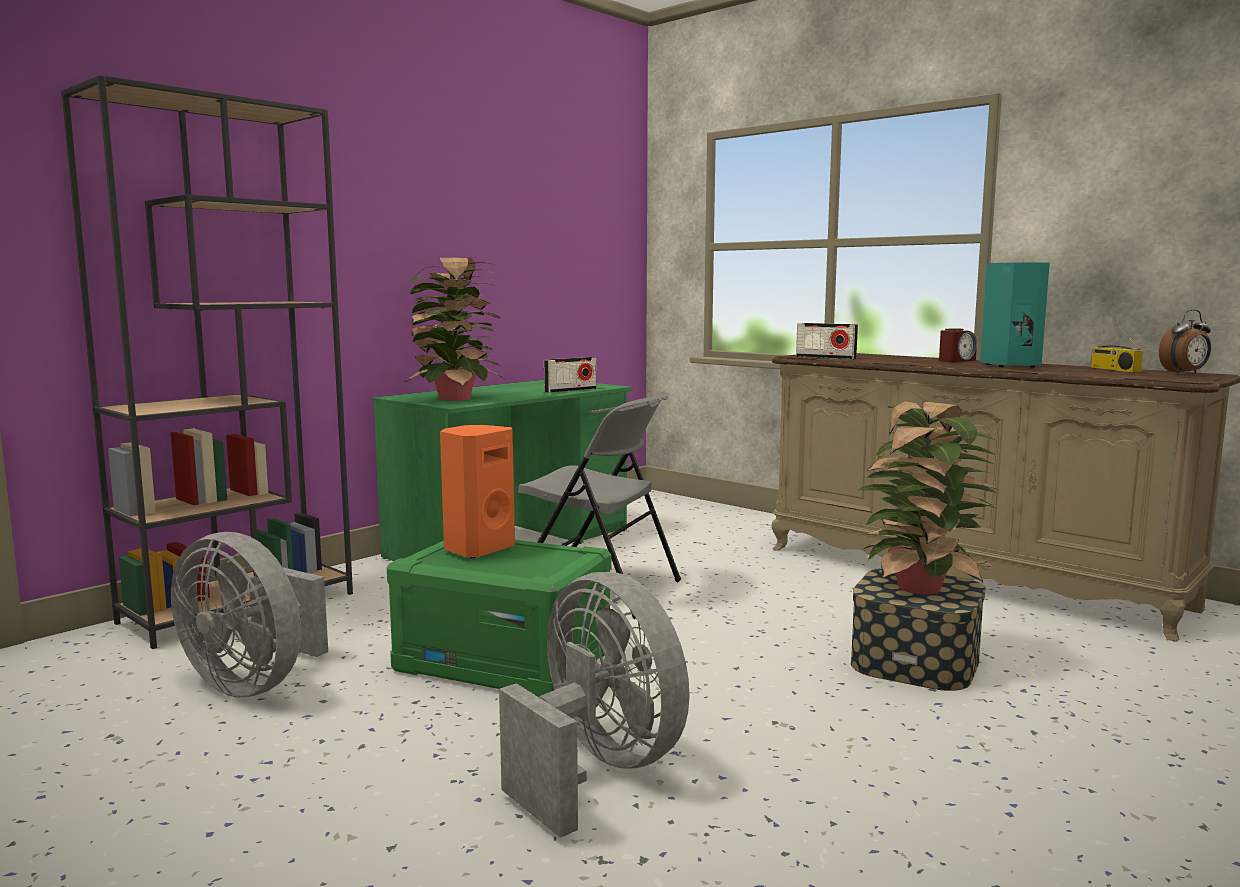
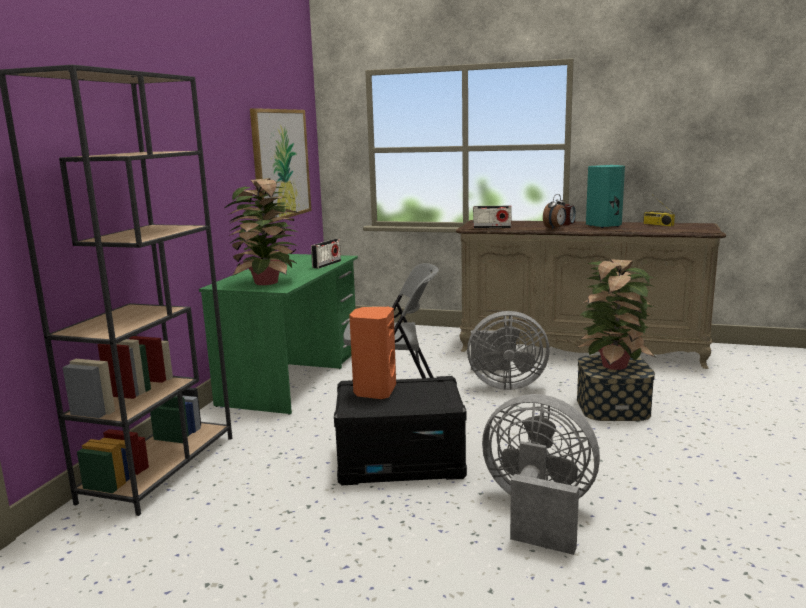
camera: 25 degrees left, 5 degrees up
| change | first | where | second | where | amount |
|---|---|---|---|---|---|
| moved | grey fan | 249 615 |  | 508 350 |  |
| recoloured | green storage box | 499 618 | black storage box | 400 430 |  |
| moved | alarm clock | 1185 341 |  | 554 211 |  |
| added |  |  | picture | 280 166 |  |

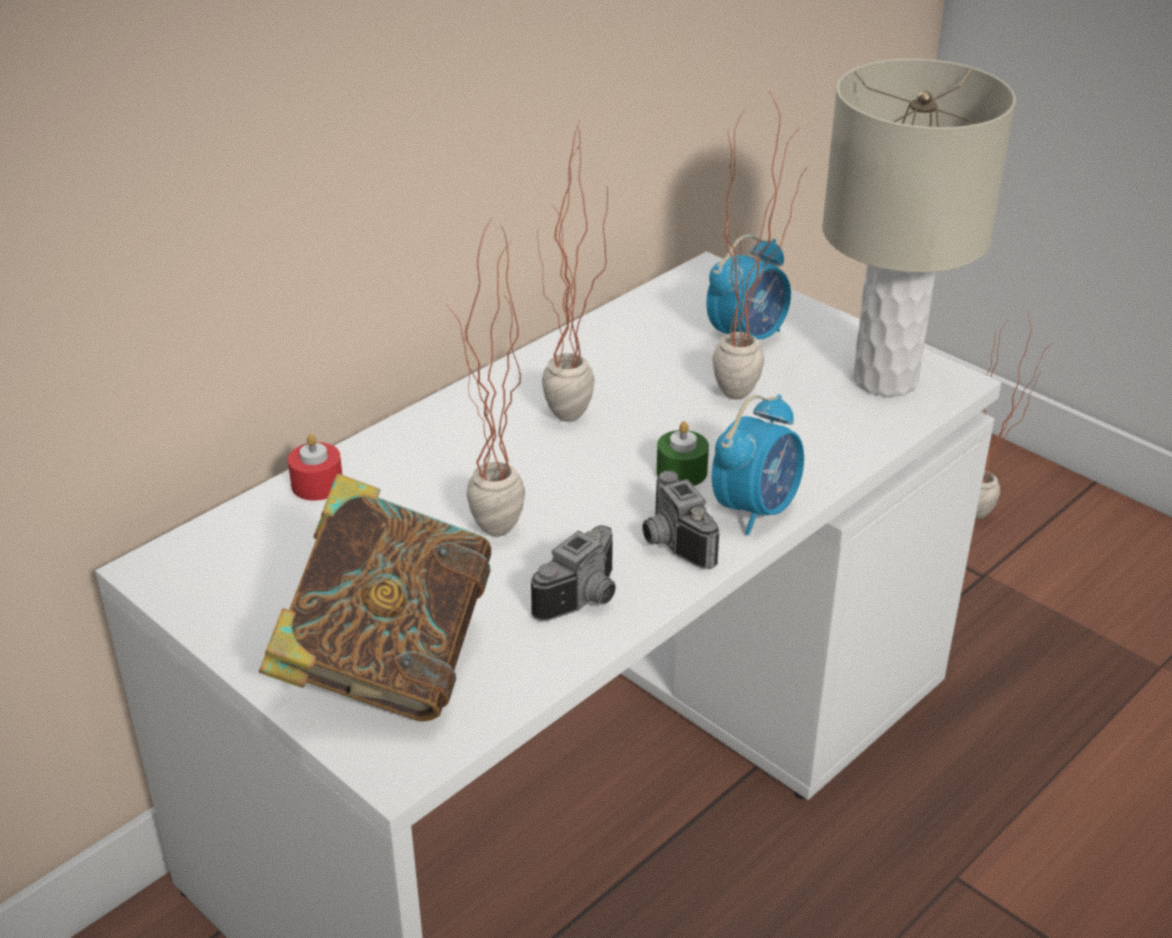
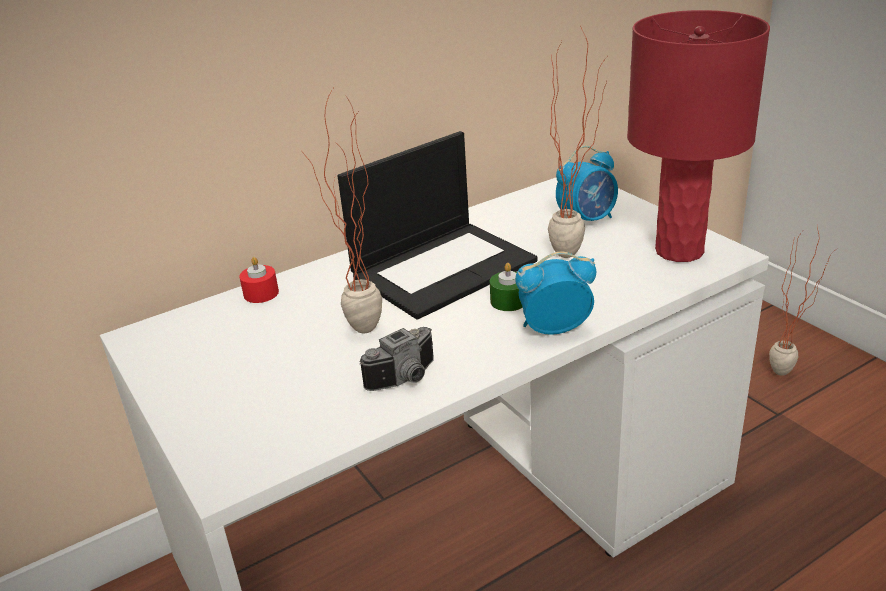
camera: 15 degrees right, 5 degrees down
| change | first | where | second | where | amount |
|---|---|---|---|---|---|
| removed | book | 375 597 |  |  |  |
| replaced | potted plant | 572 271 | laptop | 437 225 |  |
| removed | photo camera | 680 520 |  |  |  |
| turned | alarm clock | 758 465 |  | 555 293 | 150 degrees counterclockwise |
| recoloured | beige table lamp | 919 227 | red table lamp | 698 136 |  |

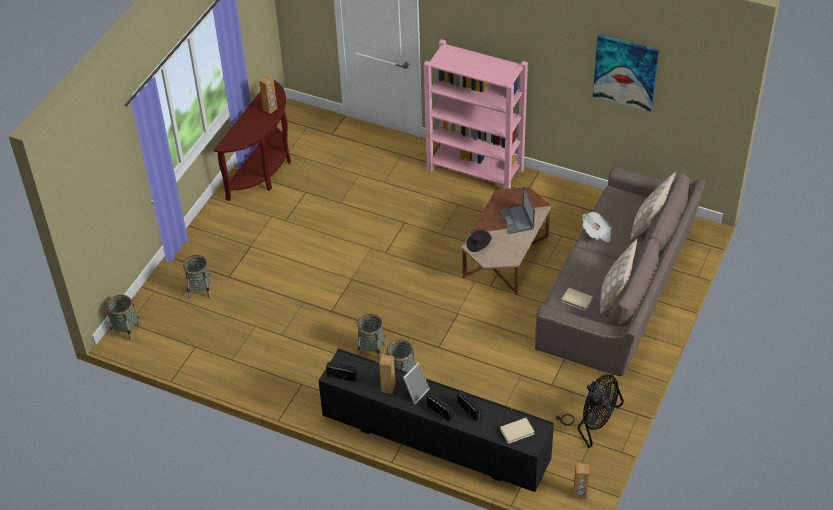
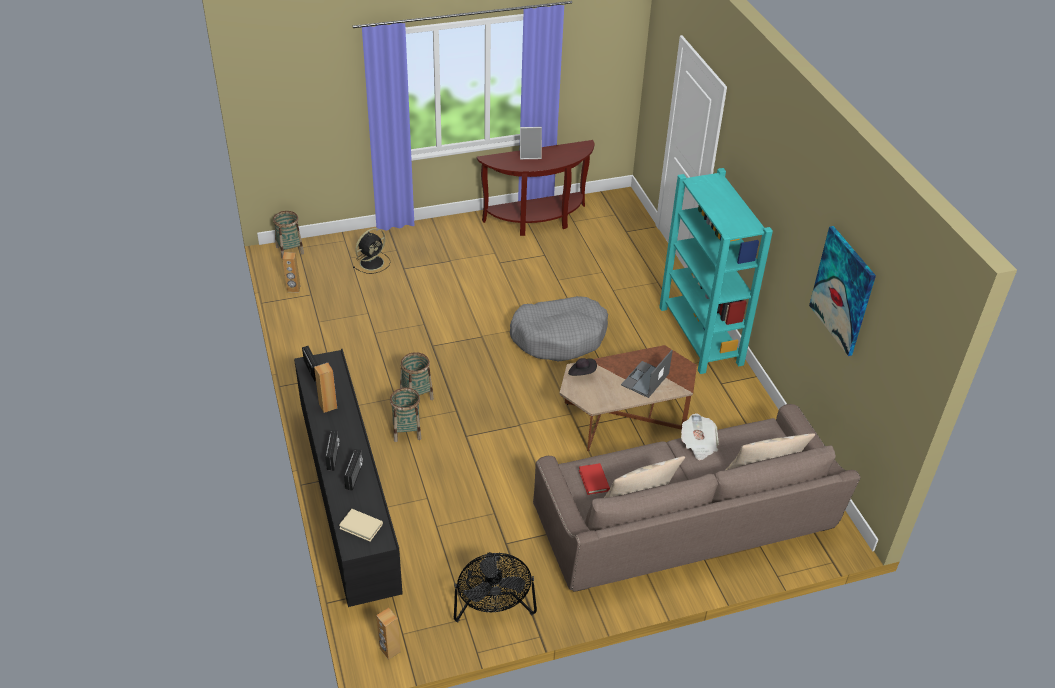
camera: 45 degrees right, 5 degrees down
| change | first | where | second | where | amount |
|---|---|---|---|---|---|
| replaced | basket | 197 277 | black fan | 371 251 |  |
| moved | brown speaker | 268 95 |  | 291 272 |  |
| moved | picture frame | 416 383 |  | 531 143 |  |
| recoloured | pink bookcase | 476 114 | turquoise bookcase | 716 271 |  |
| recoloured | beige book | 577 299 | red book | 594 479 |  |
| added |  |  | grey dog bed | 559 329 |  |

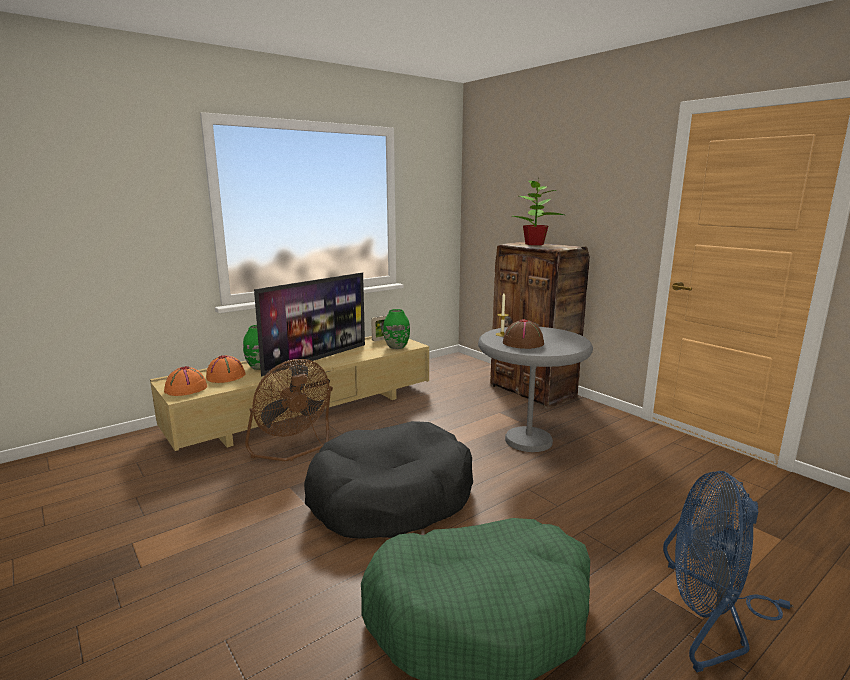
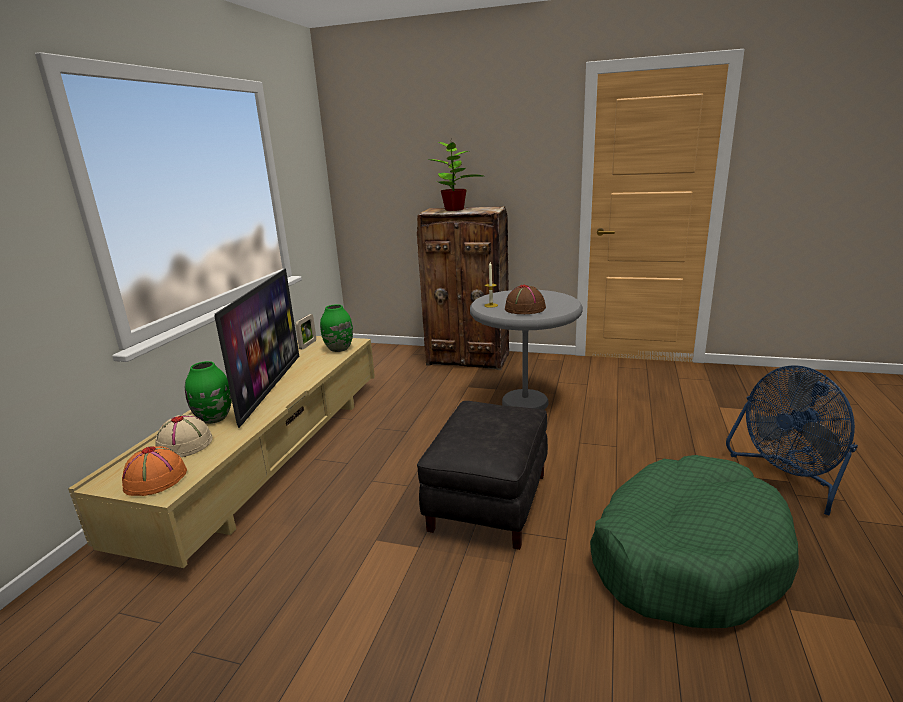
camera: 35 degrees left, 5 degrees up
| change | first | where | second | where | amount |
|---|---|---|---|---|---|
| recoloured | orange hat | 226 369 | beige hat | 184 436 |  |
| removed | brown fan | 289 410 |  |  |  |
| replaced | black dog bed | 388 480 | black ottoman | 482 475 |  |

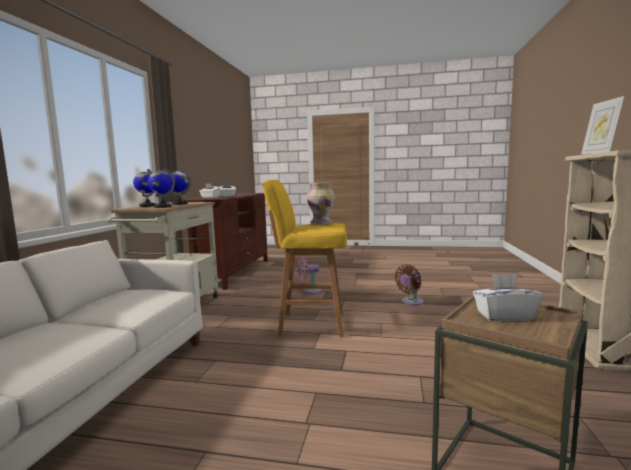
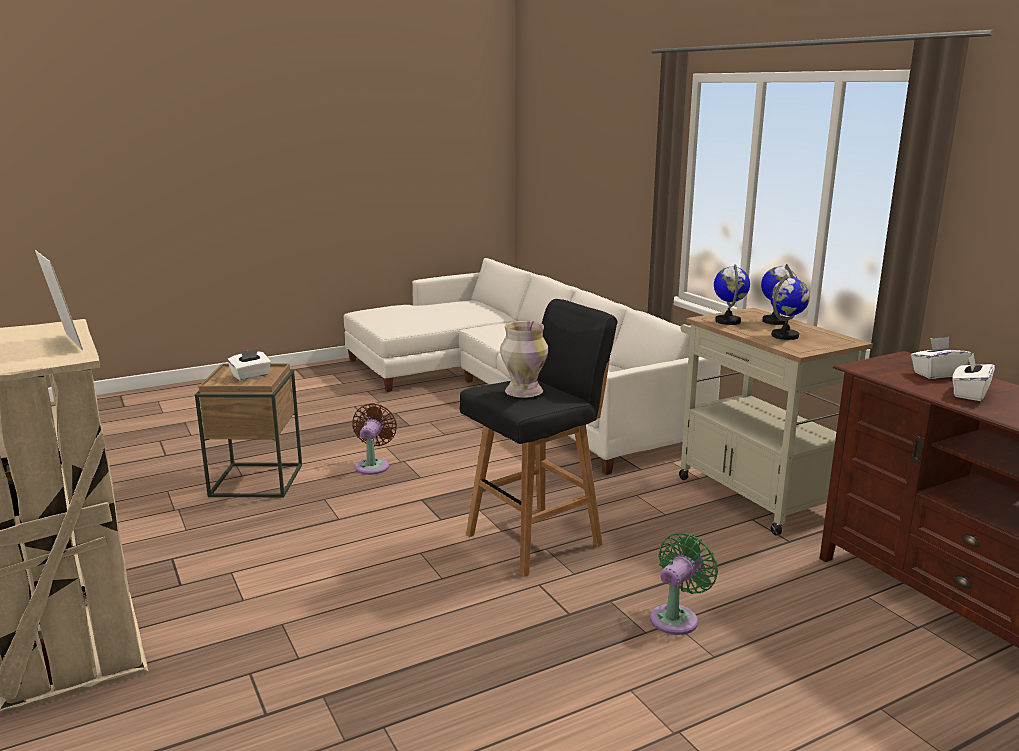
camera: 140 degrees right, 10 degrees up
| change | first | where | second | where | amount |
|---|---|---|---|---|---|
| recoloured | yellow stool | 305 258 | black stool | 539 438 |  |
| recoloured | pink fan | 310 275 | green fan | 684 584 |  |
| moved | brown fan | 409 284 |  | 374 439 |  |

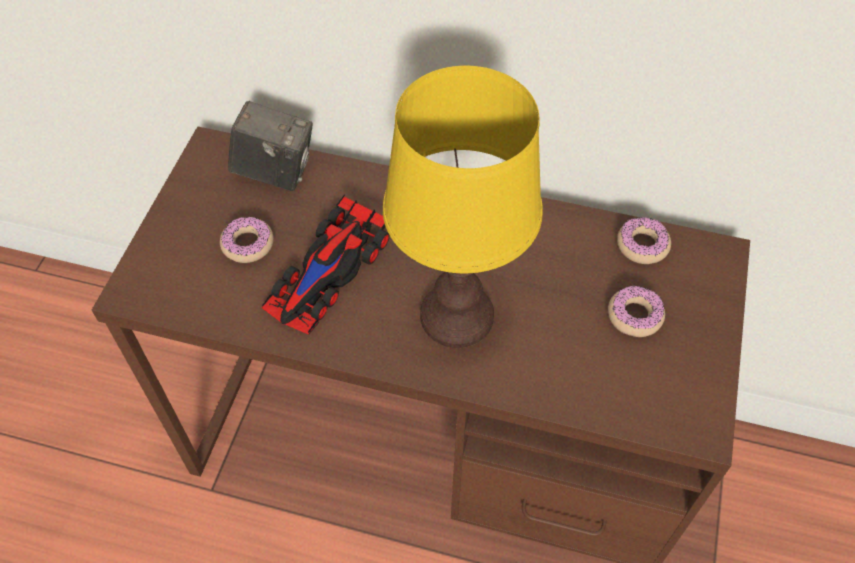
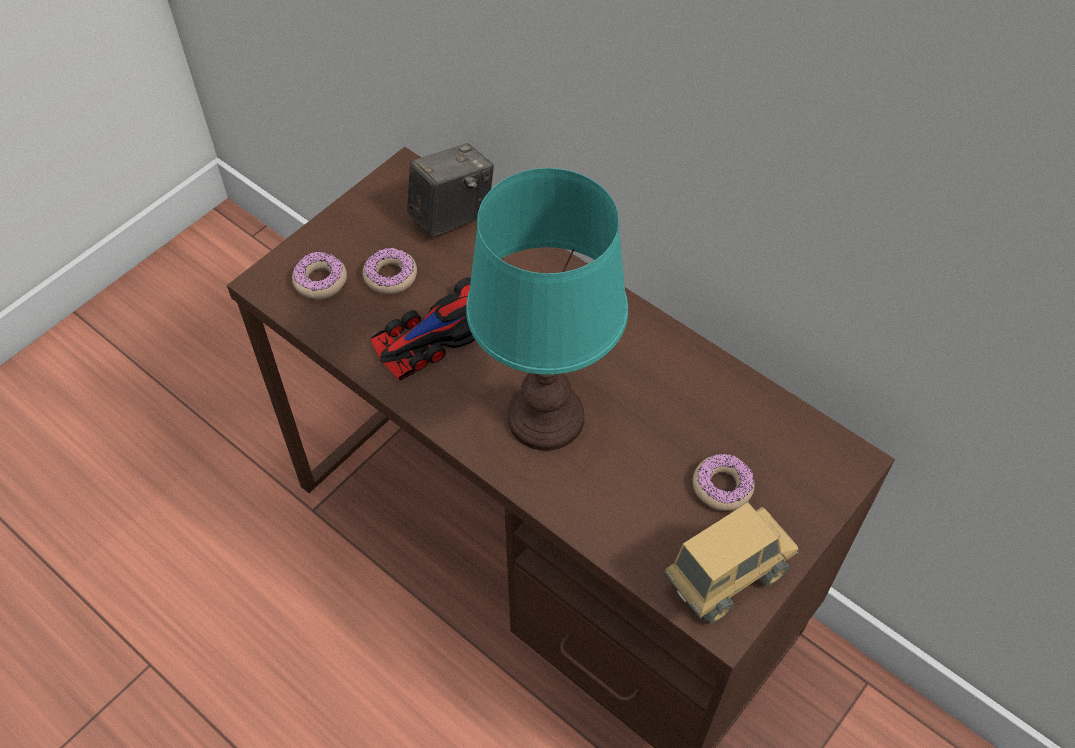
camera: 25 degrees right, 0 degrees up
| change | first | where | second | where | amount |
|---|---|---|---|---|---|
| turned | photo camera | 270 146 |  | 450 190 | 75 degrees counterclockwise |
| recoloured | yellow table lamp | 463 206 | turquoise table lamp | 547 309 |  |
| moved | donut | 644 240 |  | 319 275 |  |
| added |  |  | toy truck | 731 563 |  |

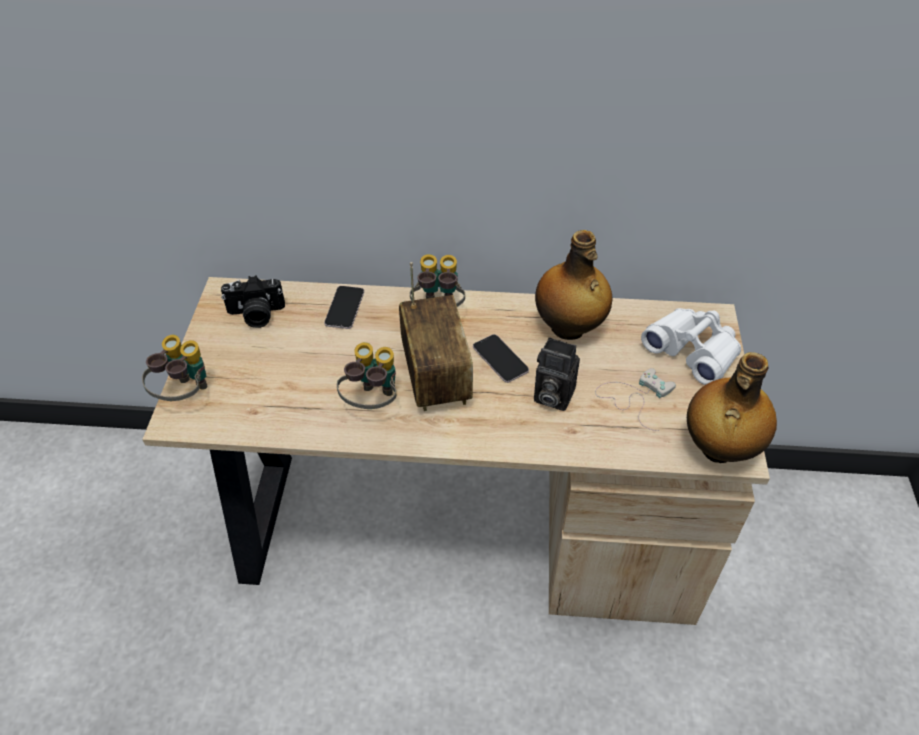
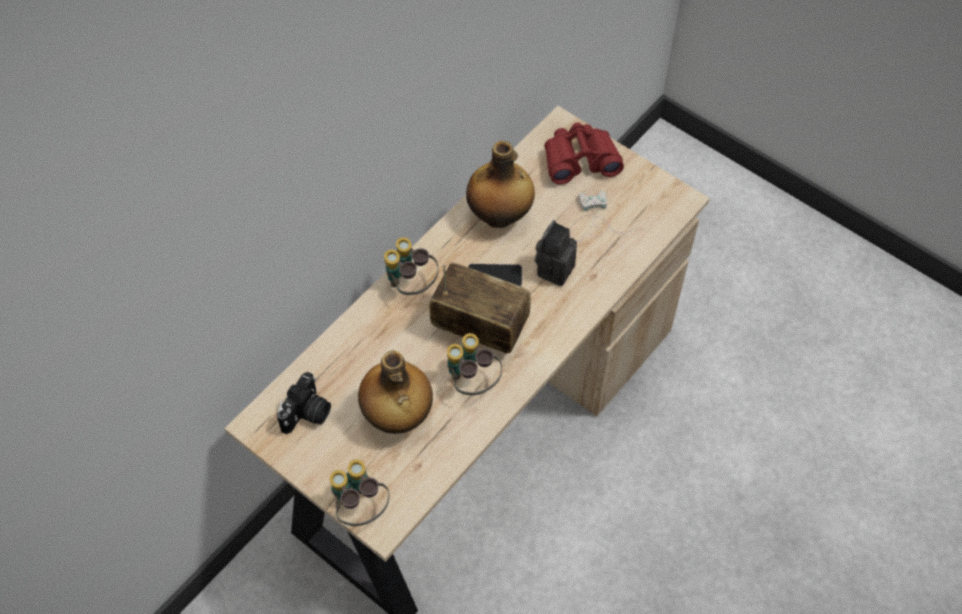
camera: 55 degrees left, 10 degrees up
| change | first | where | second | where | amount |
|---|---|---|---|---|---|
| removed | phone | 344 307 |  |  |  |
| turned | photo camera | 557 374 |  | 556 253 | 150 degrees clockwise |
| recoloured | white binoculars | 691 346 | red binoculars | 584 153 |  |
| moved | bottle | 732 407 |  | 395 392 |  |

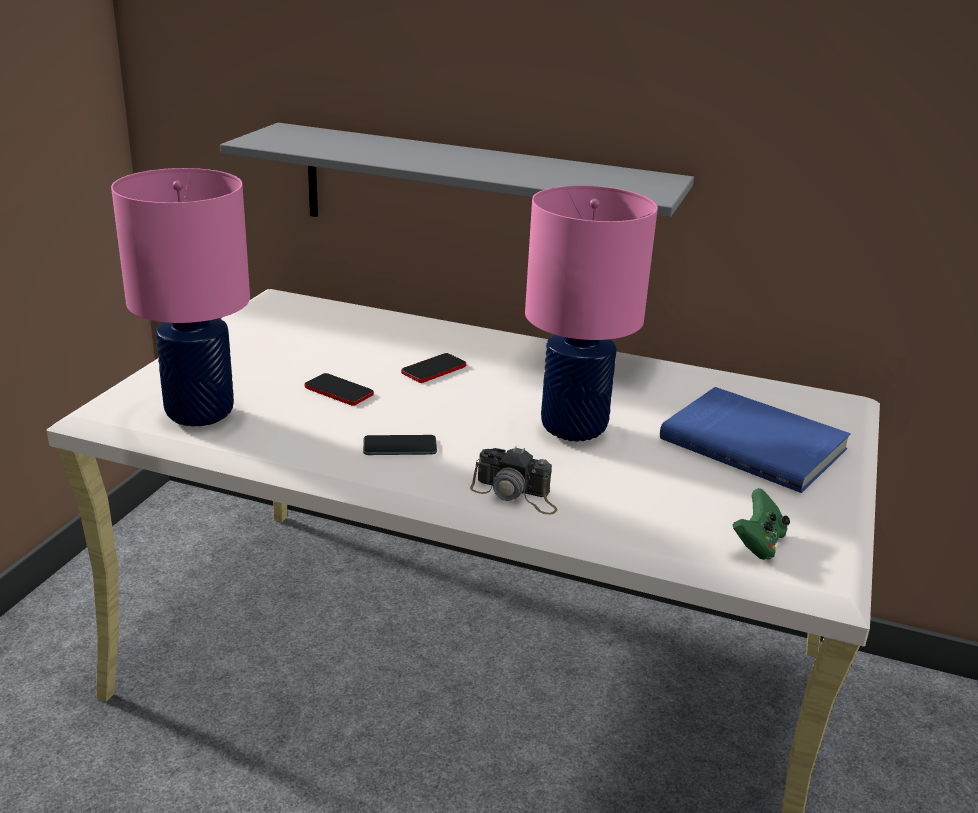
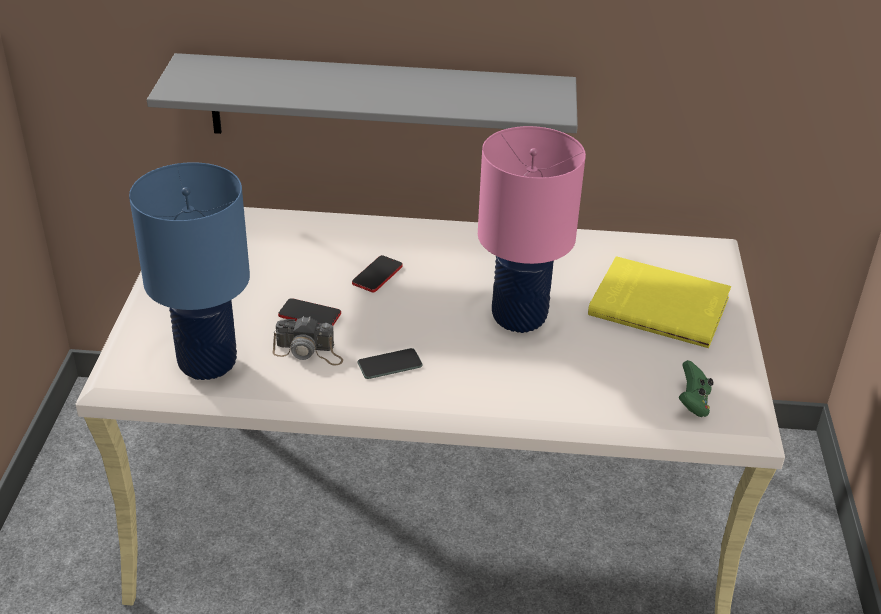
camera: 15 degrees left, 10 degrees up
| change | first | where | second | where | amount |
|---|---|---|---|---|---|
| recoloured | pink table lamp | 180 297 | blue table lamp | 189 271 |  |
| moved | photo camera | 513 480 |  | 308 341 |  |
| recoloured | blue book | 755 440 | yellow book | 659 302 |  |

